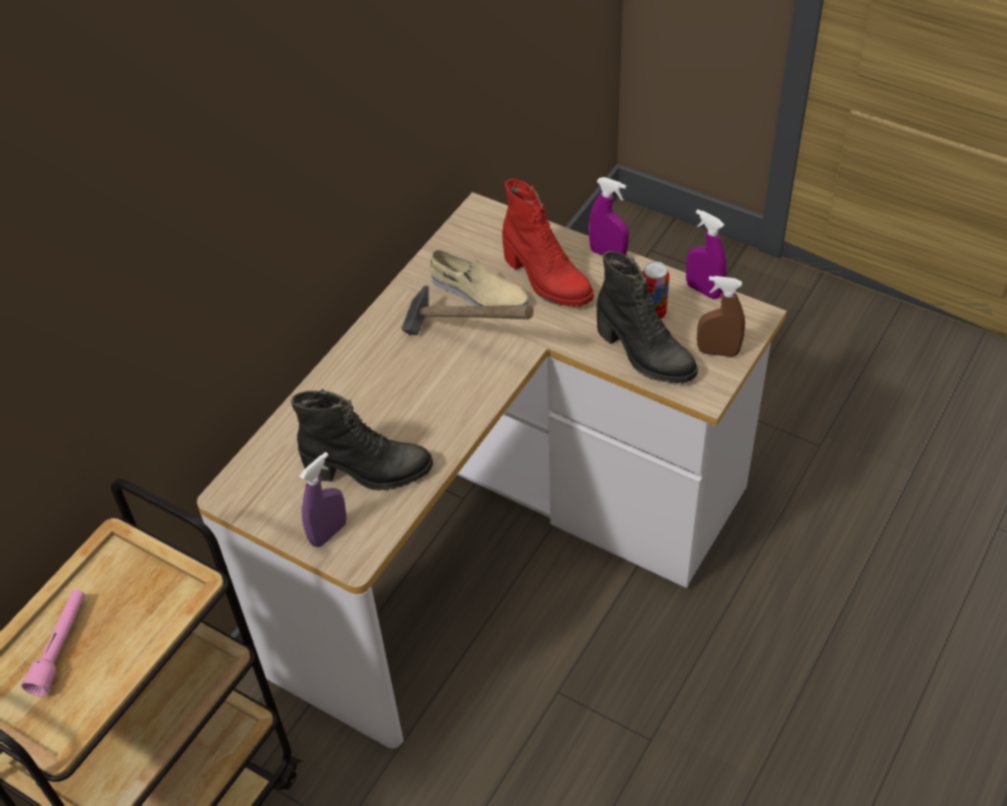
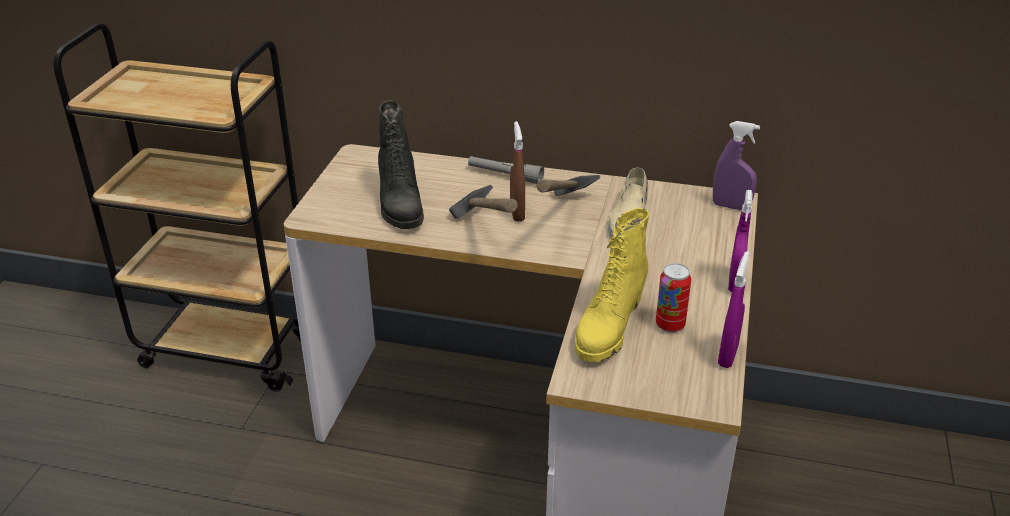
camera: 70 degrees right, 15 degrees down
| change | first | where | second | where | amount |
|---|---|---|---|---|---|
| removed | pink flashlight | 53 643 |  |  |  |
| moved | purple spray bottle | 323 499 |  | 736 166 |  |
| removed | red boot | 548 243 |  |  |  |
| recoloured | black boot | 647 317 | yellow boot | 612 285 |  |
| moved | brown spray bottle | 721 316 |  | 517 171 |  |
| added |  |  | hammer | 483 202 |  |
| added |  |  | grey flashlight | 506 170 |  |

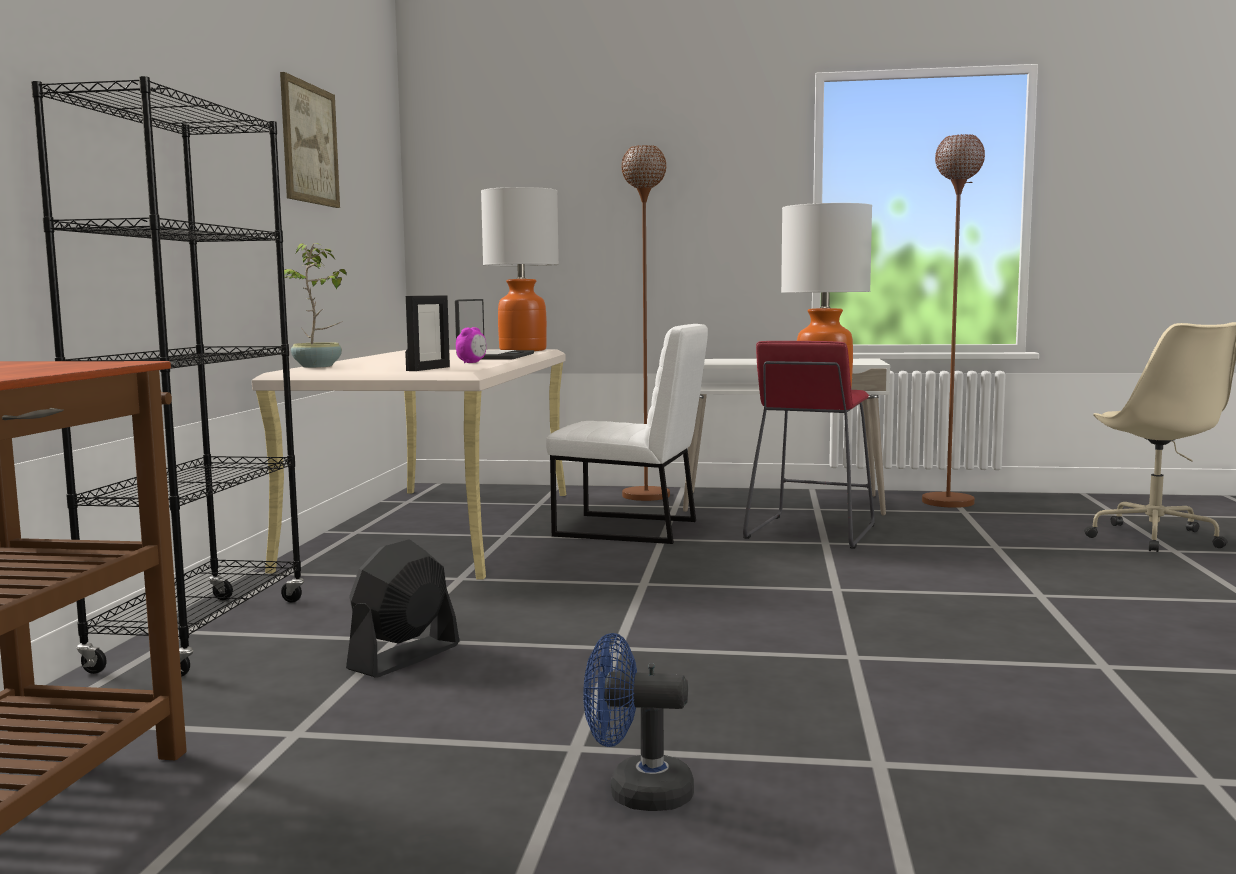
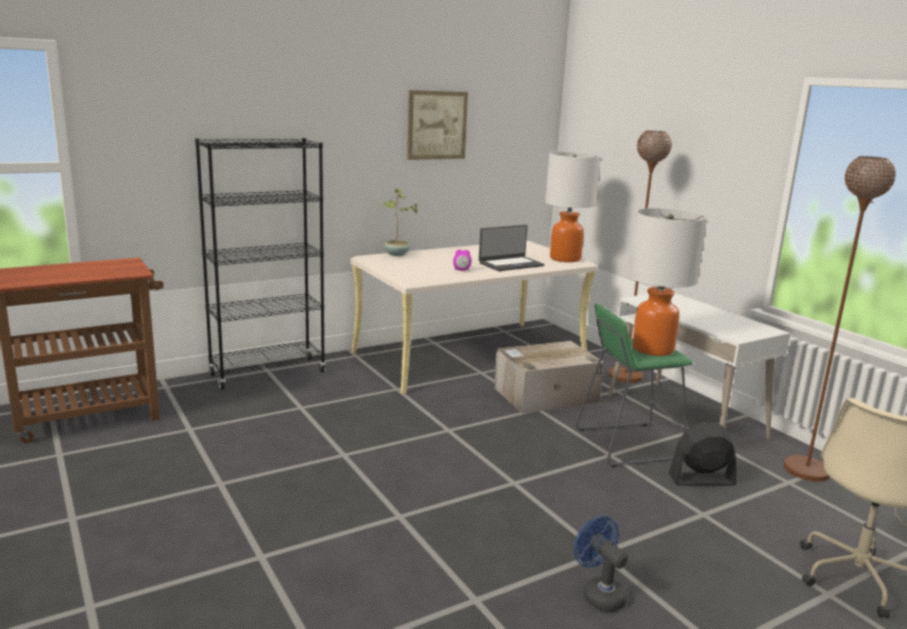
camera: 50 degrees right, 10 degrees up
| change | first | where | second | where | amount |
|---|---|---|---|---|---|
| moved | black fan | 402 608 |  | 703 454 |  |
| removed | picture frame | 427 333 |  |  |  |
| replaced | white chair | 627 434 | cardboard box | 549 377 |  |
| moved | blue fan | 638 722 |  | 600 564 |  |
| recoloured | red stool | 809 445 | green stool | 634 385 |  |

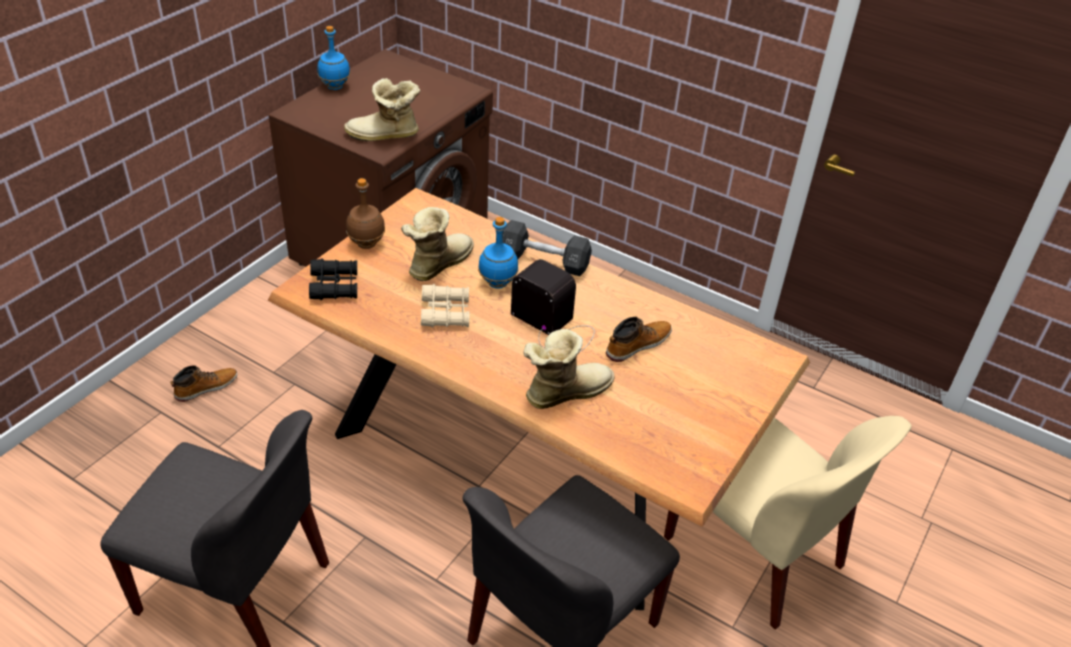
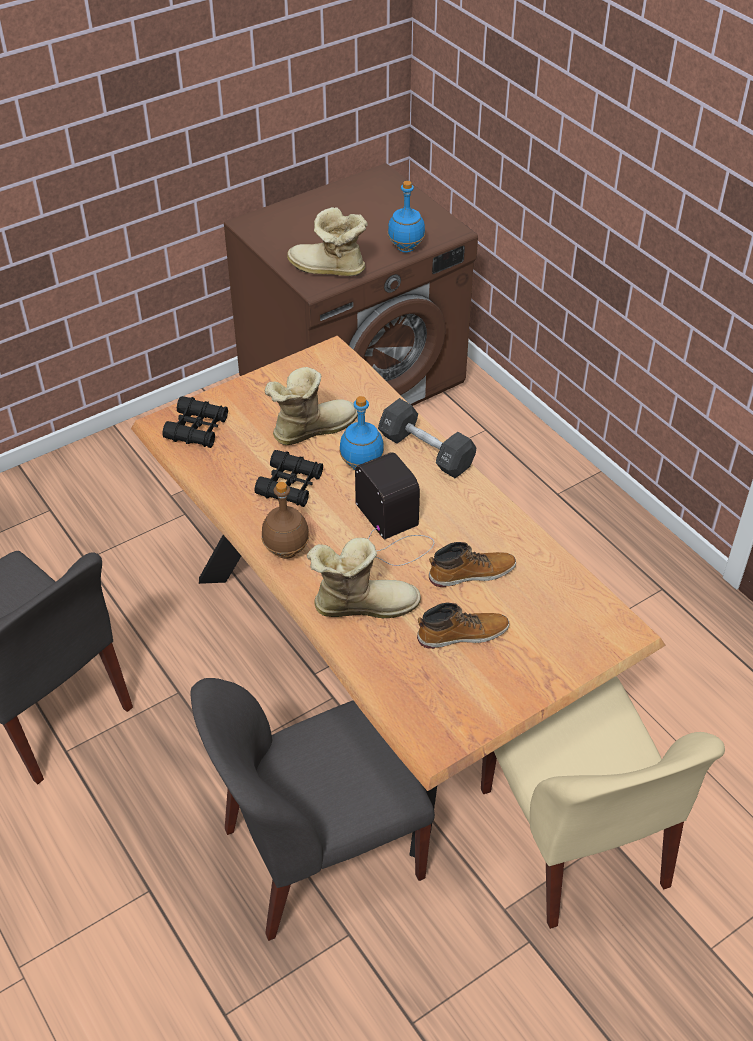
camera: 25 degrees right, 5 degrees up
| change | first | where | second | where | amount |
|---|---|---|---|---|---|
| moved | boot | 203 383 |  | 463 626 |  |
| moved | blue bottle | 333 58 |  | 406 216 |  |
| moved | brown bottle | 365 213 |  | 285 520 |  |
| recoloured | beige binoculars | 445 305 | black binoculars | 288 478 |  |

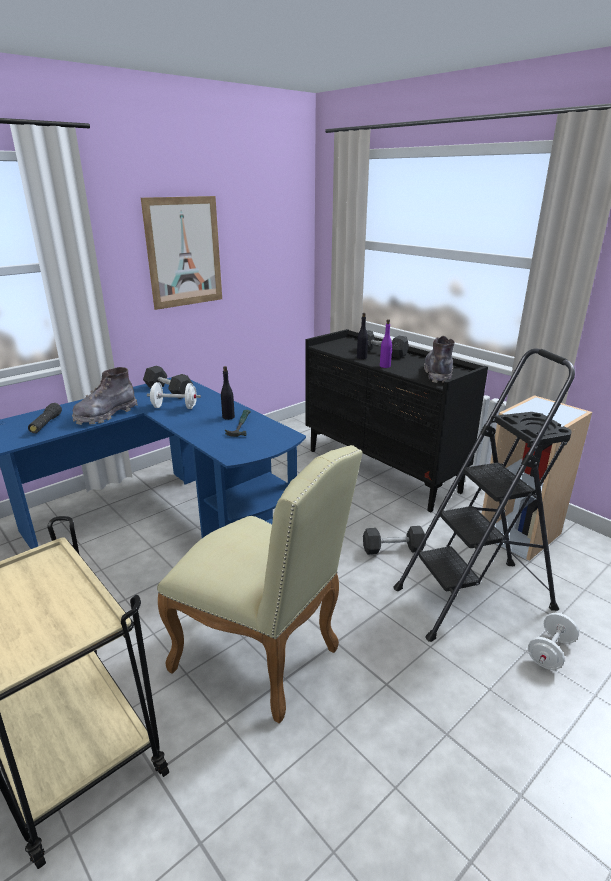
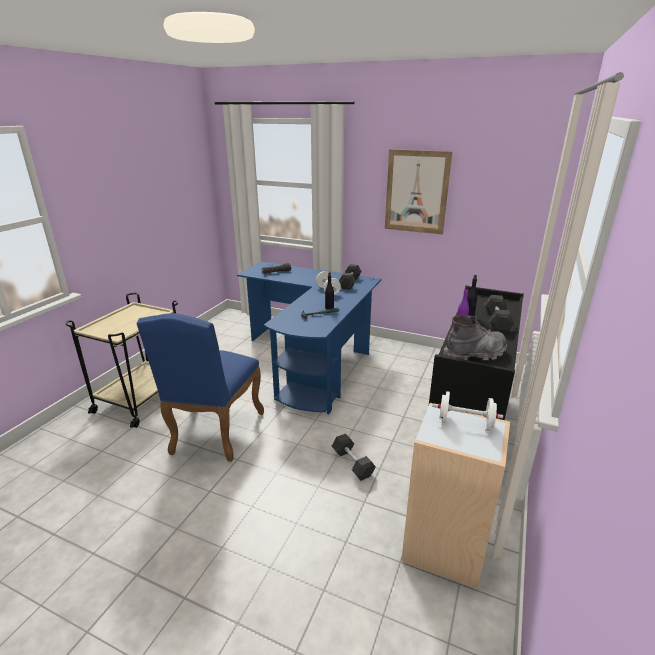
camera: 65 degrees right, 0 degrees up
| change | first | where | second | where | amount |
|---|---|---|---|---|---|
| removed | grey boot | 105 396 |  |  |  |
| recoloured | beige chair | 260 584 | blue chair | 200 387 |  |
| removed | step ladder | 484 495 |  |  |  |
| moved | white dumbbell | 553 641 |  | 468 411 |  |

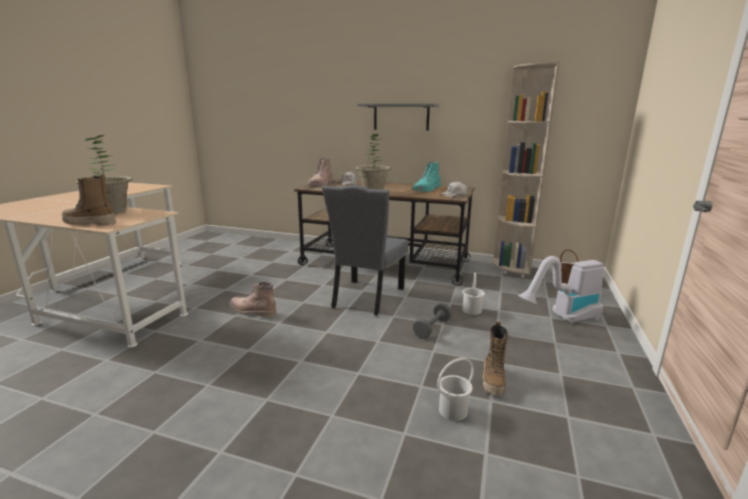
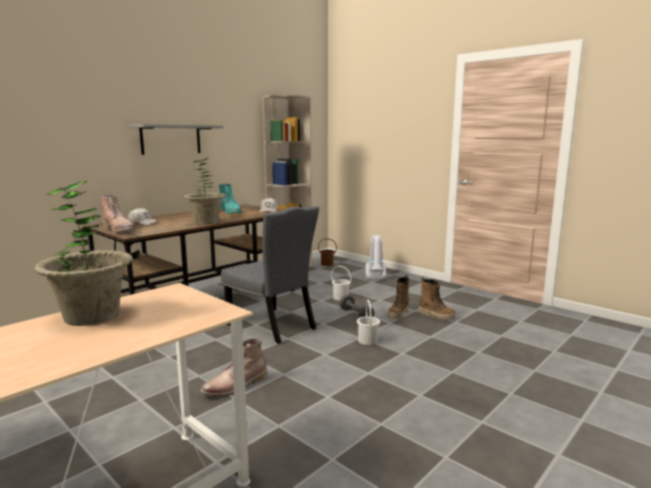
camera: 65 degrees left, 5 degrees down
| change | first | where | second | where | amount |
|---|---|---|---|---|---|
| moved | boot | 89 200 |  | 398 297 |  |
| moved | white bucket | 455 389 |  | 368 322 |  |

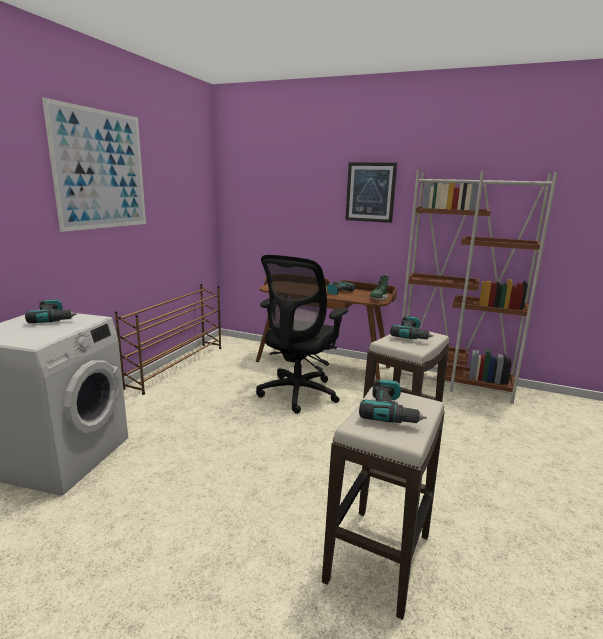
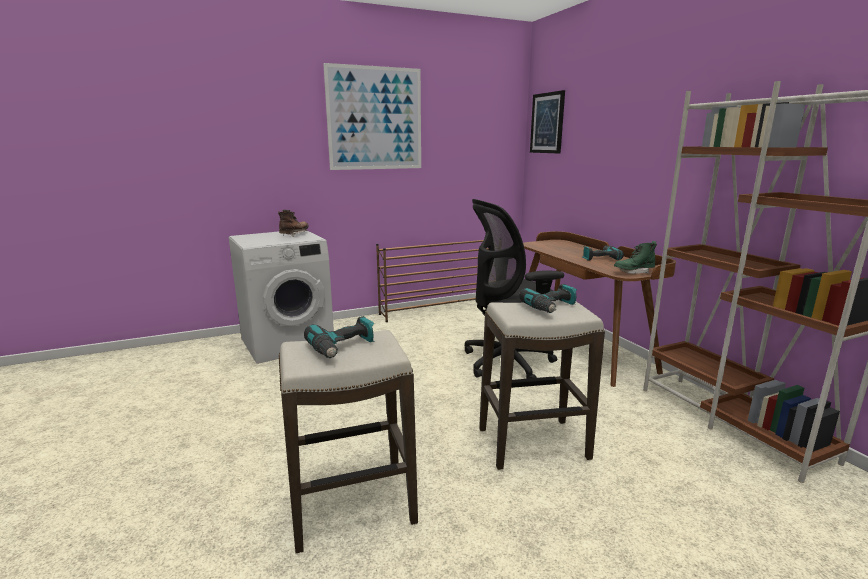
camera: 45 degrees right, 0 degrees up
| change | first | where | second | where | amount |
|---|---|---|---|---|---|
| replaced | power drill | 51 311 | brown boot | 293 223 |  |
| moved | picture | 371 192 |  | 547 121 |  |

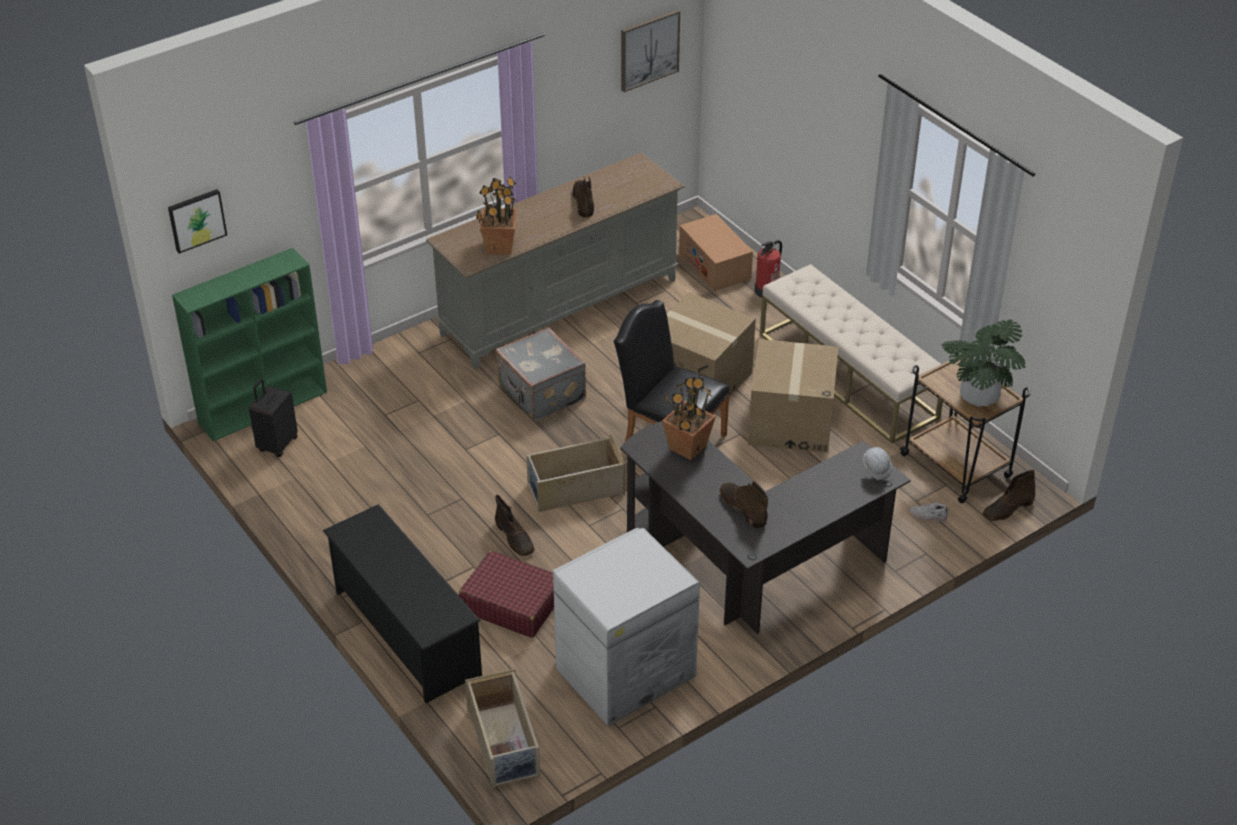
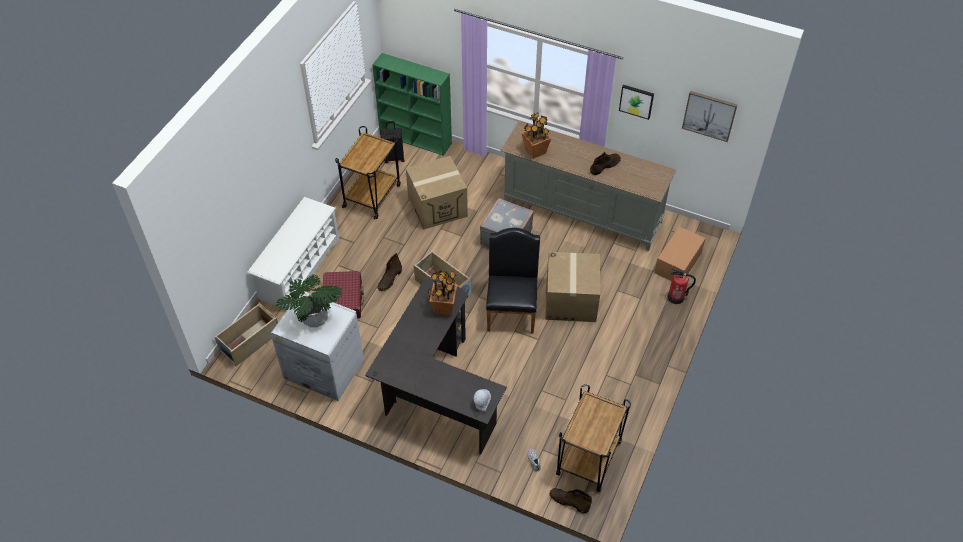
camera: 60 degrees right, 10 degrees up
| change | first | where | second | where | amount |
|---|---|---|---|---|---|
| moved | picture | 197 221 |  | 636 102 |  |
| recoloured | black shoe rack | 402 603 | white shoe rack | 293 254 |  |
| removed | brown boot | 744 505 |  |  |  |
| moved | cardboard box | 793 396 |  | 437 193 |  |
| removed | beige bench | 851 353 |  |  |  |
| moved | potted plant | 984 363 |  | 309 300 |  |
| added |  |  | brown cart | 368 172 |  |

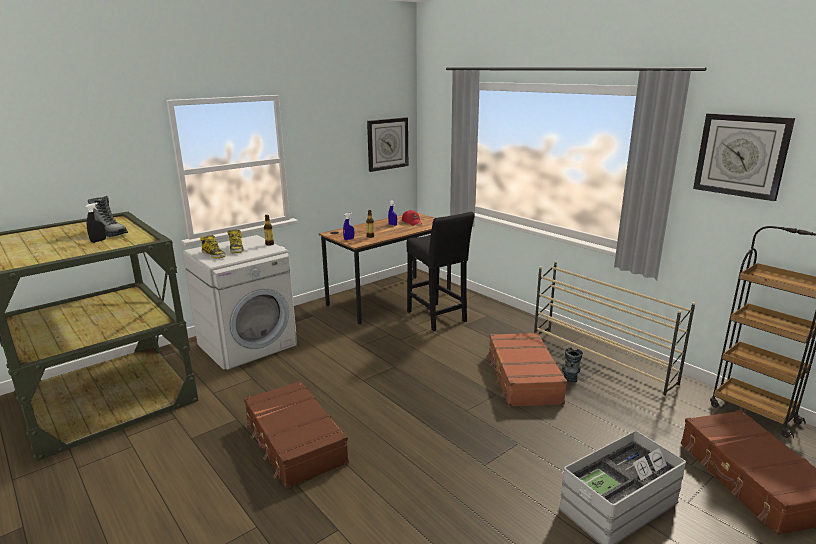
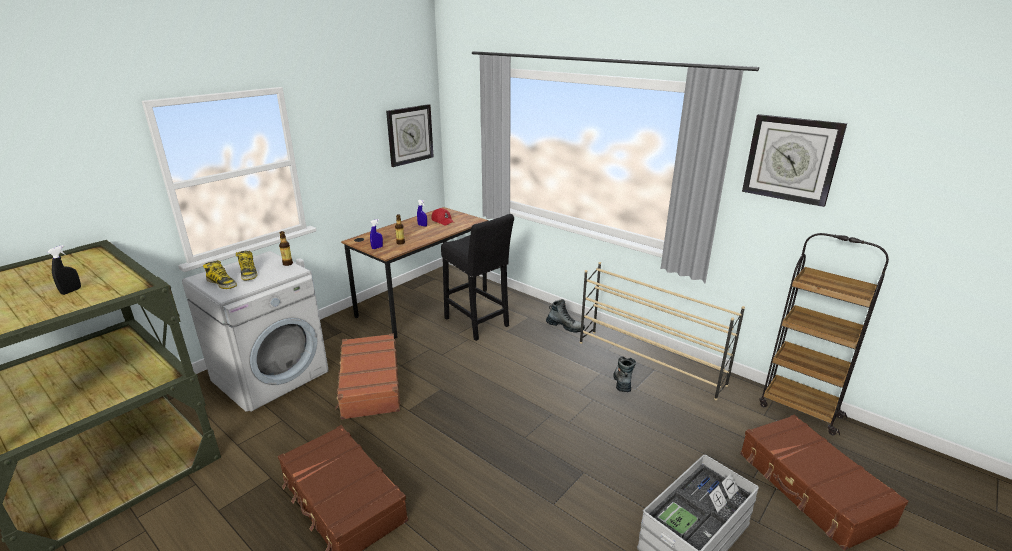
camera: 10 degrees left, 5 degrees up
| change | first | where | second | where | amount |
|---|---|---|---|---|---|
| moved | boot | 108 216 |  | 565 316 |  |
| moved | brown suitcase | 527 369 |  | 367 376 |  |

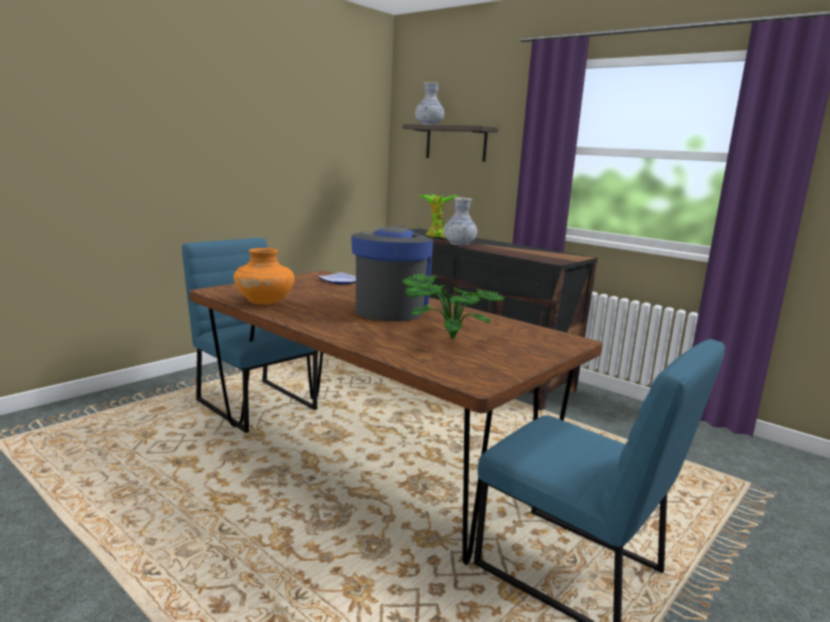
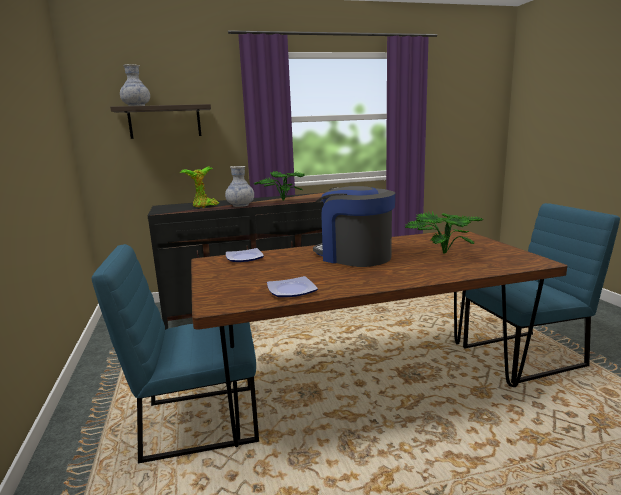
camera: 55 degrees left, 0 degrees up
| change | first | where | second | where | amount |
|---|---|---|---|---|---|
| replaced | orange vase | 264 276 | plate | 292 286 |  |
| added |  |  | potted plant | 279 186 |  |

